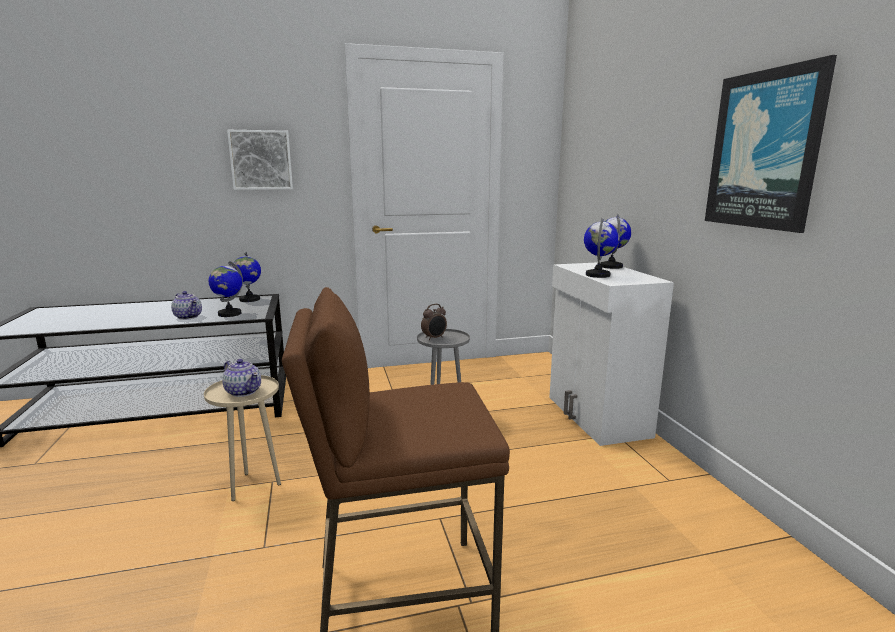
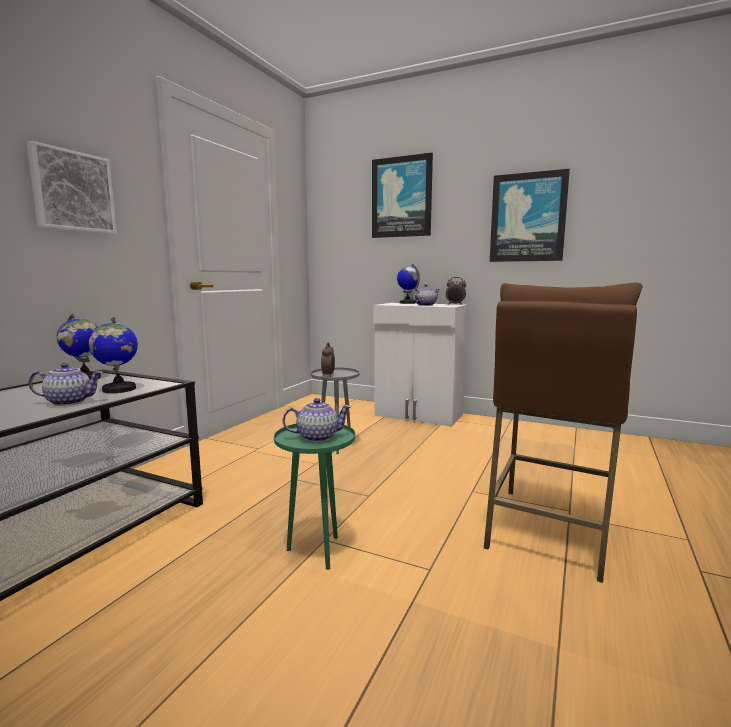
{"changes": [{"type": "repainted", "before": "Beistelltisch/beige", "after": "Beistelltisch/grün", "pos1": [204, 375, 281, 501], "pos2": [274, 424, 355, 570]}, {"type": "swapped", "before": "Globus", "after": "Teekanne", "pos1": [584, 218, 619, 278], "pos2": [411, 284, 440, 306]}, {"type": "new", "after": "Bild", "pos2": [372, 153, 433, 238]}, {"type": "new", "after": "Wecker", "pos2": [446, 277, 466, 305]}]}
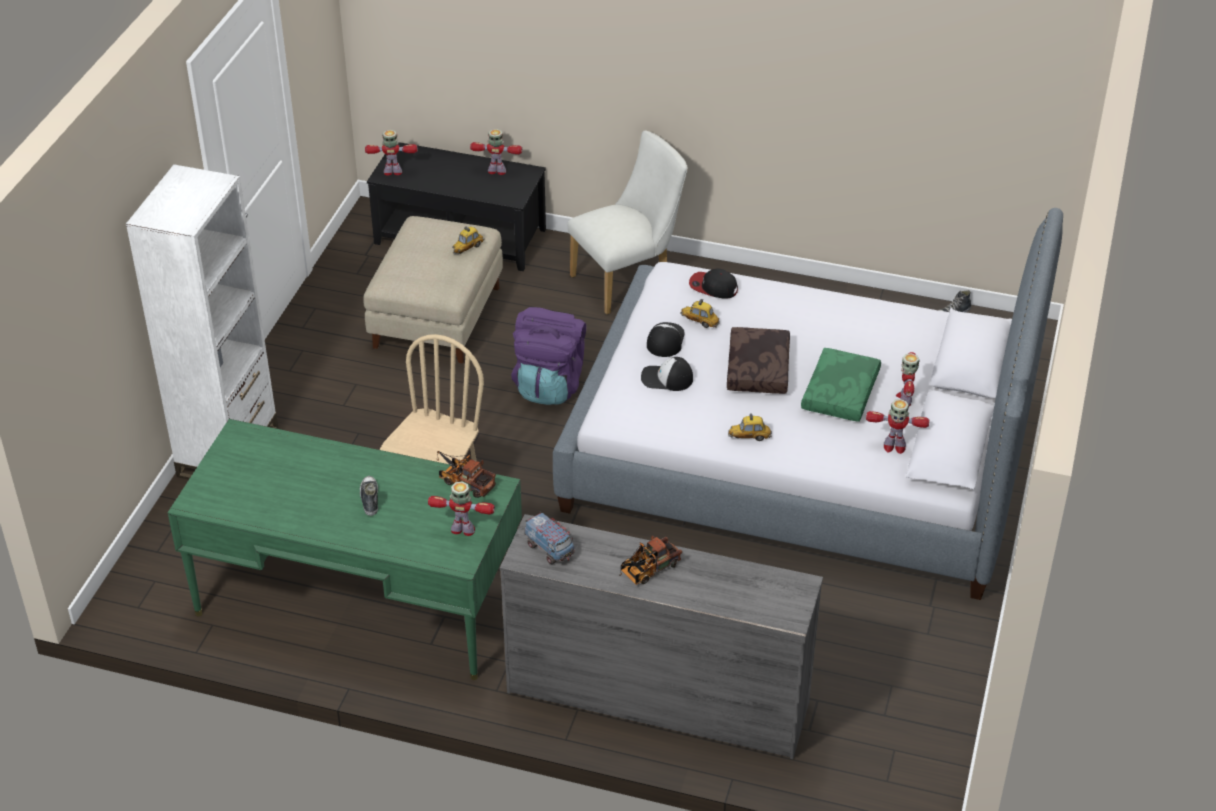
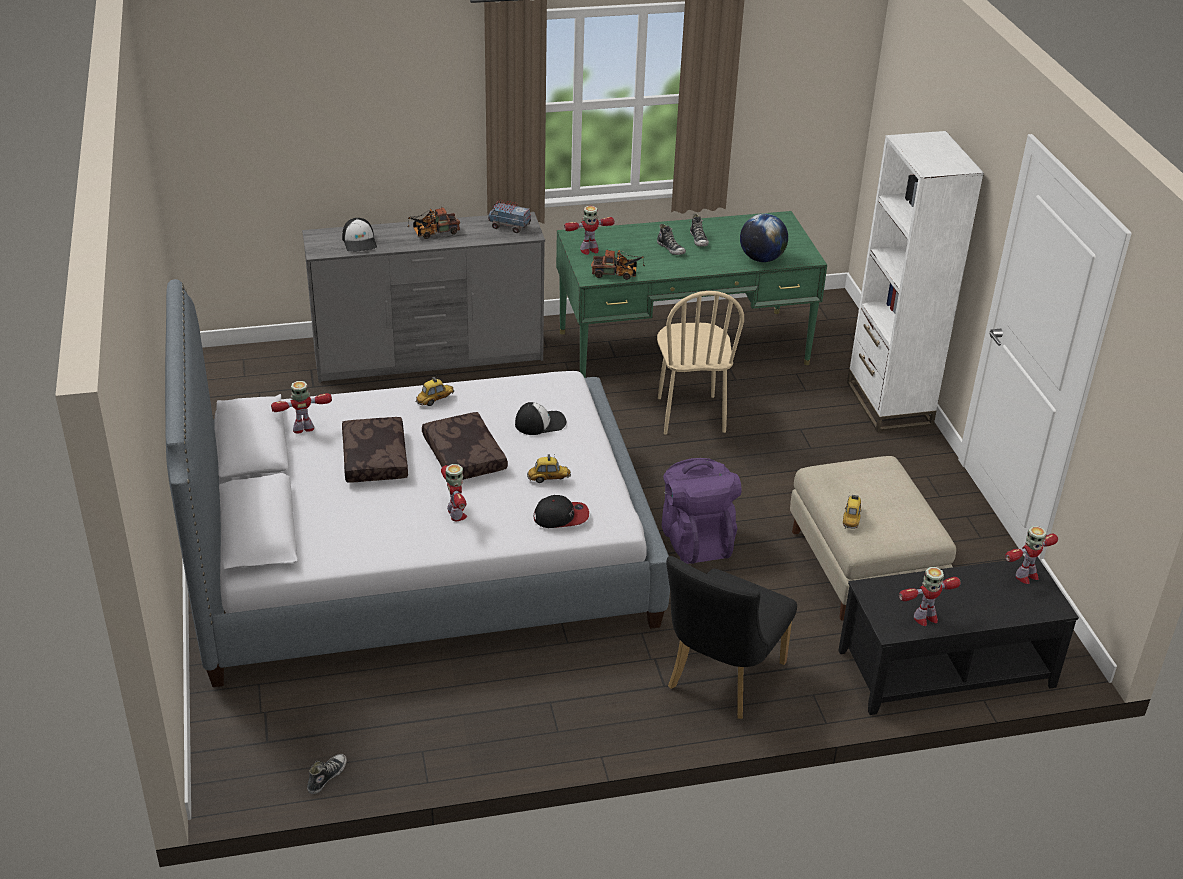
{"changes": [{"type": "repainted", "before": "Stuhl/weiß", "after": "Stuhl/schwarz", "pos1": [568, 131, 688, 314], "pos2": [666, 556, 797, 719]}, {"type": "rotated", "before": "Spielzeuglaster", "pos1": [620, 535, 682, 585], "pos2": [407, 207, 460, 239], "turn": -135}, {"type": "shifted", "before": "Kappe", "pos1": [647, 322, 685, 357], "pos2": [342, 218, 377, 252]}, {"type": "repainted", "before": "Kissen/grün", "after": "Kissen/braun", "pos1": [801, 348, 881, 422], "pos2": [342, 417, 408, 482]}, {"type": "shifted", "before": "Spielzeugroboter", "pos1": [896, 352, 920, 406], "pos2": [441, 464, 467, 521]}, {"type": "new", "after": "Schuh", "pos2": [690, 214, 709, 247]}, {"type": "new", "after": "Globus", "pos2": [740, 214, 788, 262]}]}
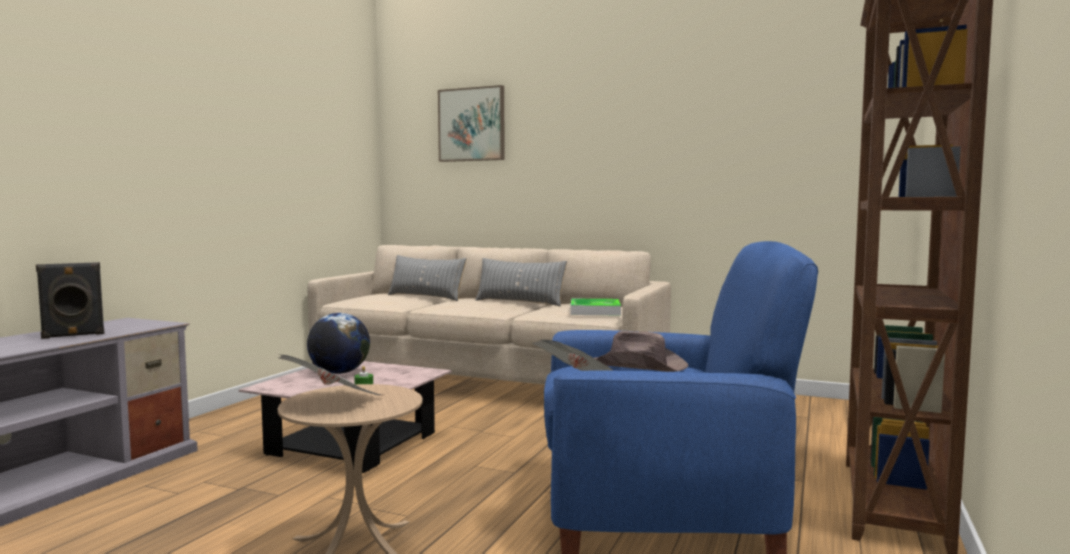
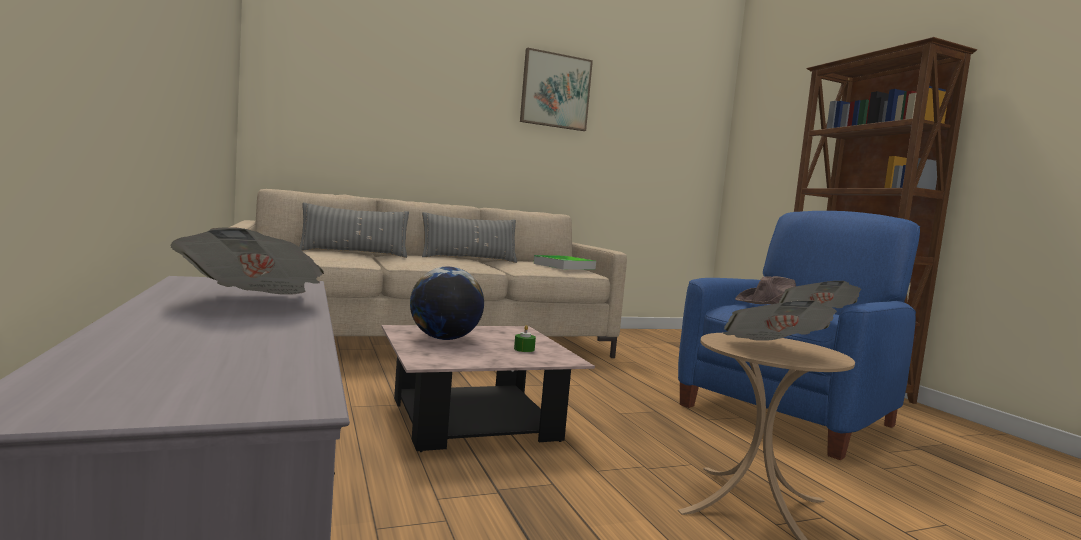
{"changes": [{"type": "swapped", "before": "Lautsprecher/schwarz", "after": "Zeitung", "pos1": [36, 262, 104, 339], "pos2": [170, 227, 324, 295]}, {"type": "shifted", "before": "Bild", "pos1": [438, 85, 505, 162], "pos2": [520, 48, 593, 131]}]}
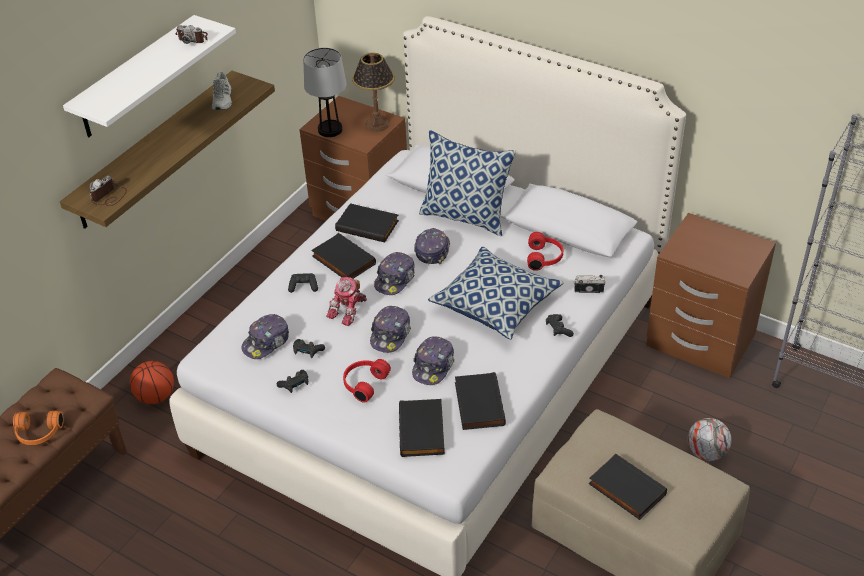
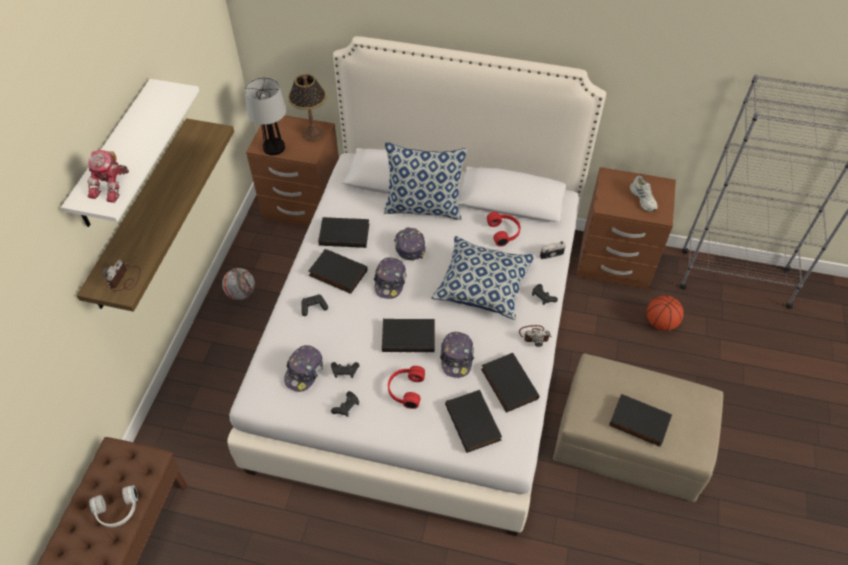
{"changes": [{"type": "repainted", "before": "Kopfhörer/orange", "after": "Kopfhörer/weiß", "pos1": [13, 411, 64, 445], "pos2": [89, 485, 138, 527]}, {"type": "shifted", "before": "Basketball", "pos1": [130, 361, 174, 404], "pos2": [647, 295, 684, 331]}, {"type": "shifted", "before": "Kamera", "pos1": [175, 25, 208, 44], "pos2": [519, 325, 552, 347]}, {"type": "shifted", "before": "Schuh/weiß", "pos1": [212, 72, 232, 110], "pos2": [630, 176, 658, 212]}, {"type": "shifted", "before": "Spielzeugroboter", "pos1": [326, 277, 367, 326], "pos2": [87, 150, 129, 203]}, {"type": "swapped", "before": "Kappe", "after": "Buch/schwarz", "pos1": [370, 306, 411, 353], "pos2": [382, 319, 435, 352]}, {"type": "shifted", "before": "Fußball", "pos1": [688, 418, 732, 461], "pos2": [222, 268, 255, 300]}]}
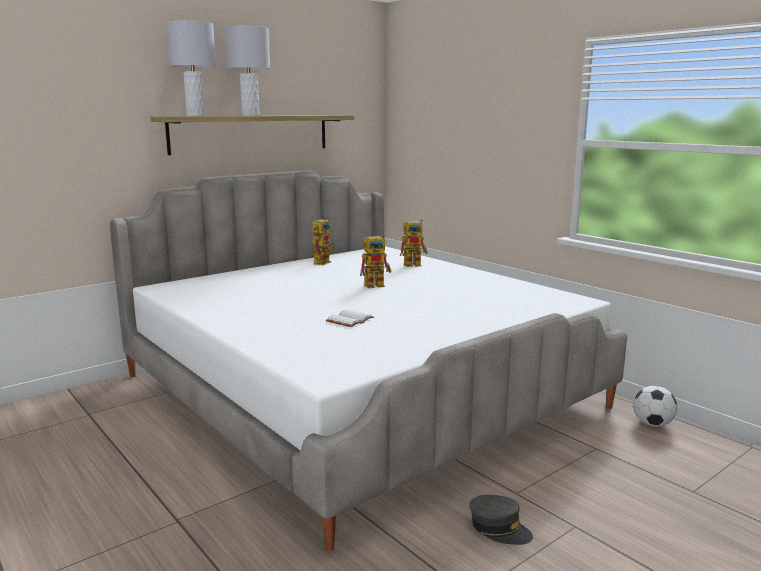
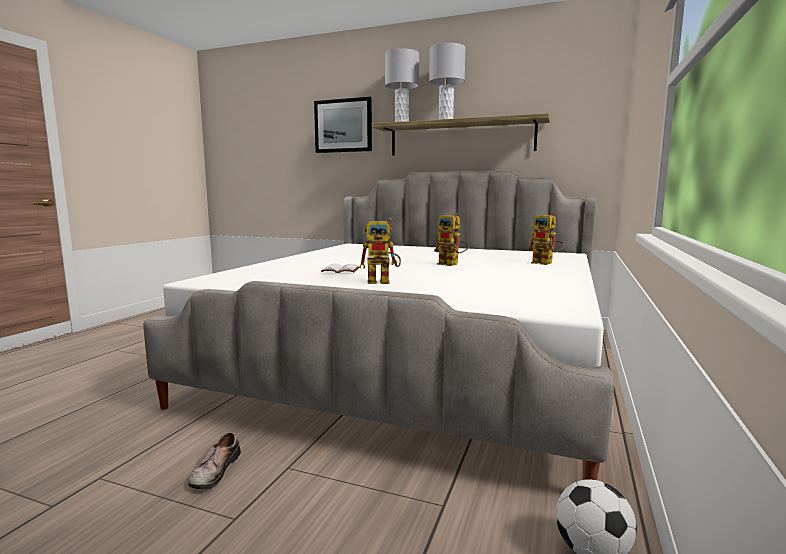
{"changes": [{"type": "shifted", "before": "Spielzeugroboter", "pos1": [313, 217, 335, 265], "pos2": [359, 218, 401, 284]}, {"type": "swapped", "before": "Kappe/grau", "after": "Schuh", "pos1": [469, 495, 533, 545], "pos2": [188, 432, 241, 490]}, {"type": "new", "after": "Bild", "pos2": [314, 97, 372, 153]}]}
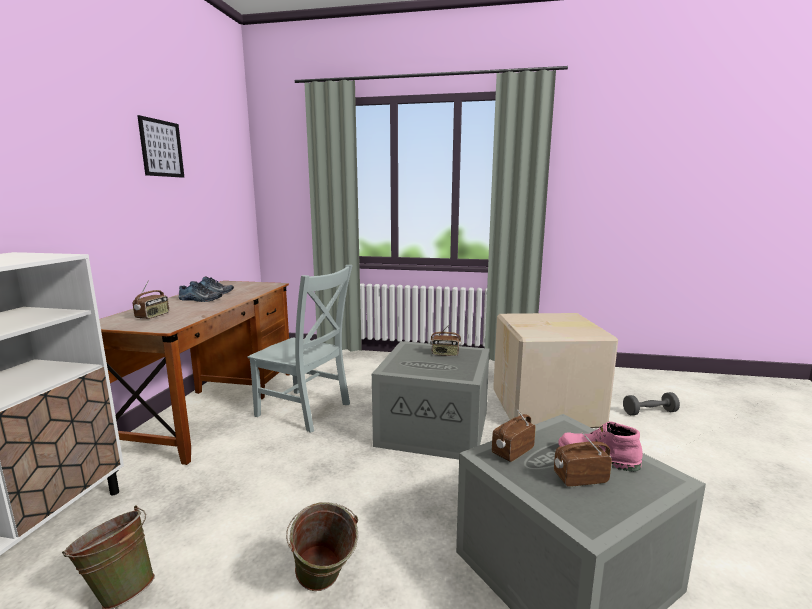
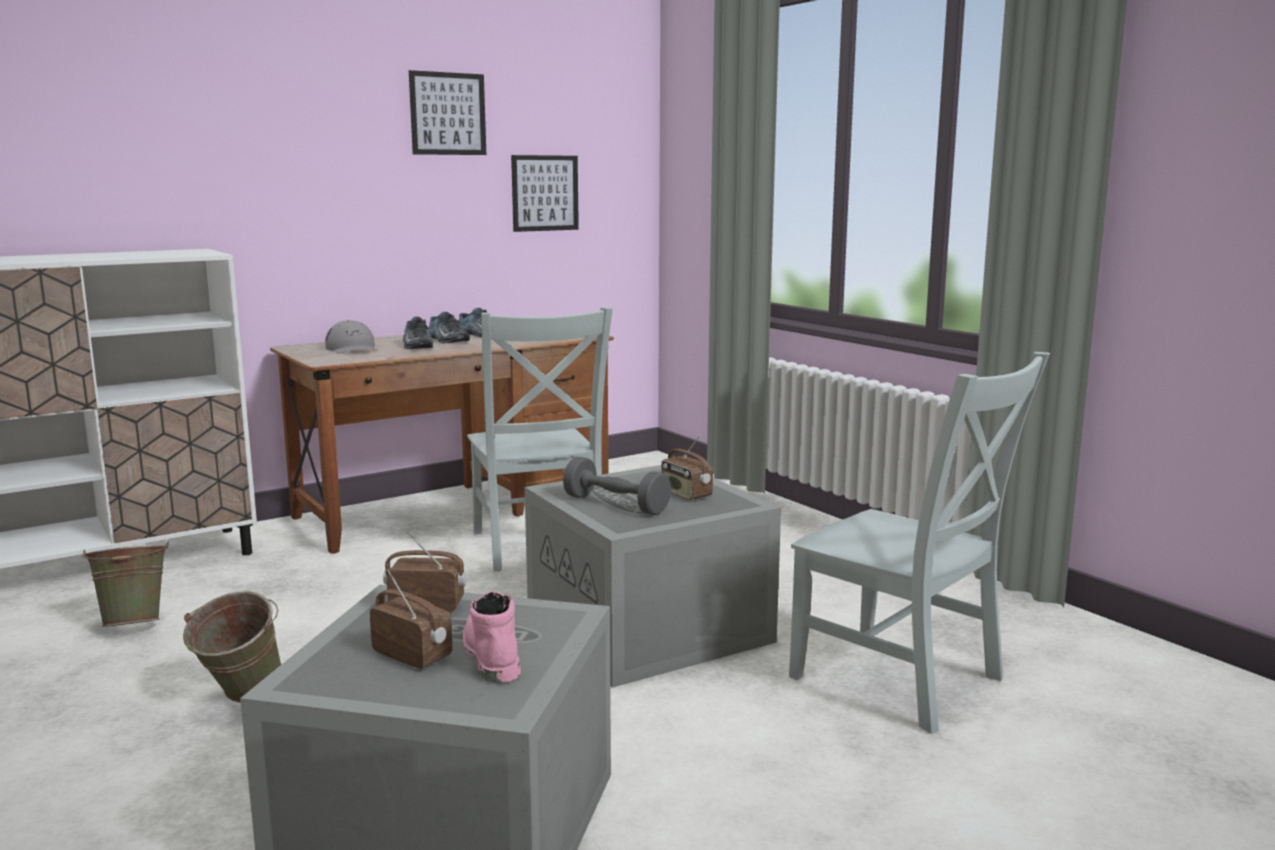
{"changes": [{"type": "swapped", "before": "Radio", "after": "Kappe/grau", "pos1": [133, 280, 169, 319], "pos2": [325, 320, 377, 354]}, {"type": "swapped", "before": "Karton", "after": "Stuhl/grau", "pos1": [493, 313, 618, 428], "pos2": [789, 352, 1050, 734]}, {"type": "shifted", "before": "Hantel/grau", "pos1": [623, 392, 680, 415], "pos2": [563, 457, 671, 515]}, {"type": "new", "after": "Schuh", "pos2": [403, 316, 433, 349]}, {"type": "new", "after": "Bild", "pos2": [511, 155, 579, 232]}]}
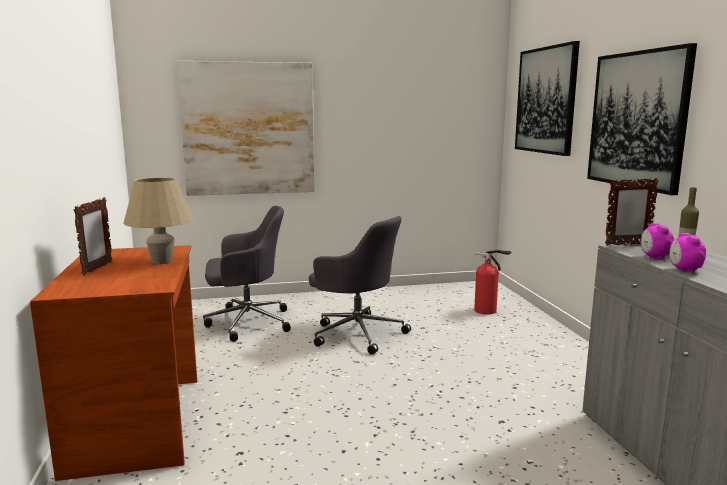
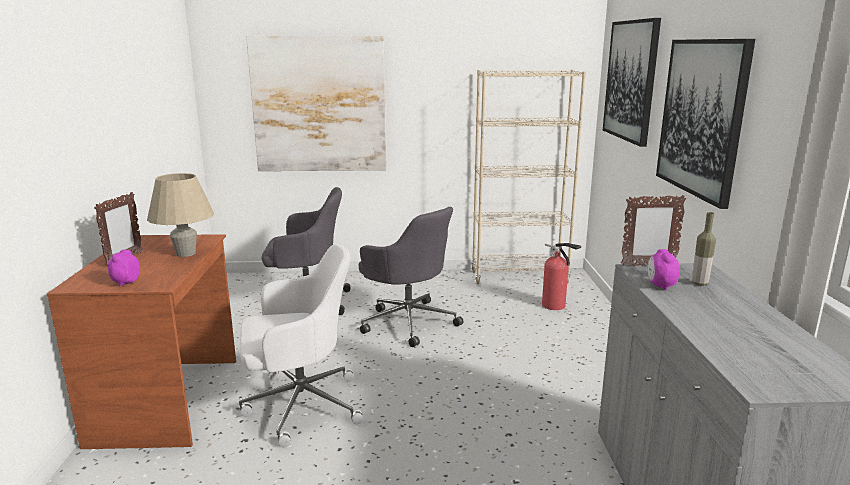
{"changes": [{"type": "shifted", "before": "Wecker", "pos1": [669, 233, 706, 273], "pos2": [108, 250, 140, 286]}, {"type": "new", "after": "Bürostuhl/weiß", "pos2": [239, 244, 363, 447]}, {"type": "new", "after": "Bücherregal/beige", "pos2": [471, 70, 586, 285]}]}
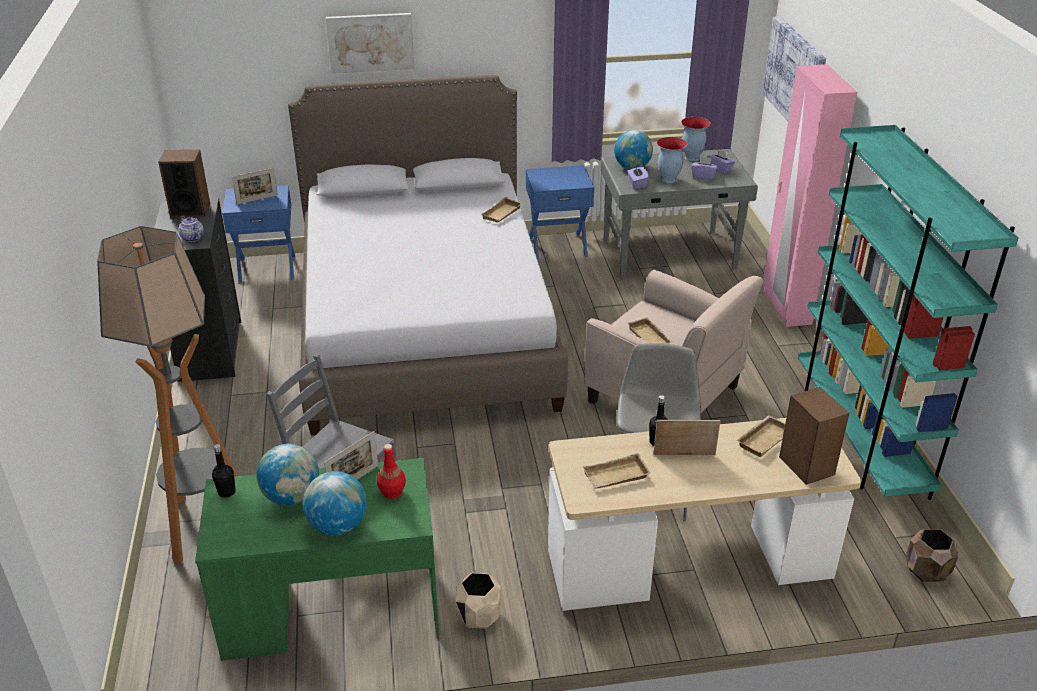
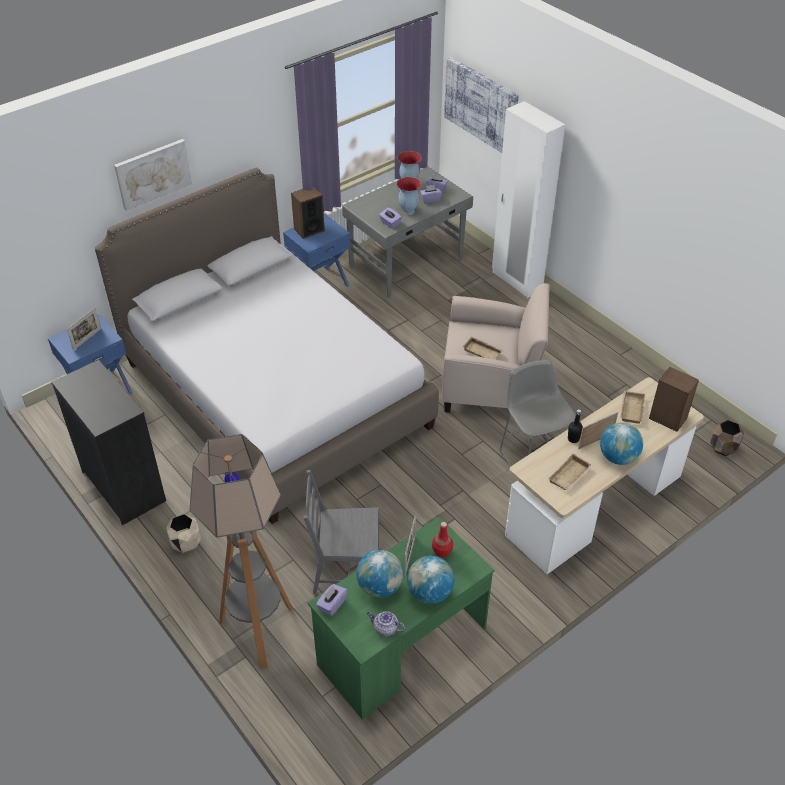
{"changes": [{"type": "shifted", "before": "Lautsprecher", "pos1": [158, 150, 210, 217], "pos2": [291, 186, 325, 239]}, {"type": "shifted", "before": "Teekanne", "pos1": [178, 216, 204, 242], "pos2": [367, 611, 405, 637]}, {"type": "swapped", "before": "Flasche/schwarz", "after": "Taschentuchbox/lila", "pos1": [212, 444, 235, 498], "pos2": [316, 584, 348, 616]}, {"type": "shifted", "before": "Pflanzkübel/beige", "pos1": [456, 573, 501, 629], "pos2": [166, 514, 201, 553]}, {"type": "gone", "before": "Tablett/beige", "pos1": [482, 197, 522, 223]}, {"type": "shifted", "before": "Globus", "pos1": [614, 130, 653, 169], "pos2": [600, 423, 643, 465]}, {"type": "repainted", "before": "Kleiderschrank/rosa", "after": "Kleiderschrank/weiß", "pos1": [763, 64, 857, 327], "pos2": [492, 101, 565, 298]}, {"type": "gone", "before": "Bücherregal/türkis", "pos1": [798, 125, 1019, 500]}]}
